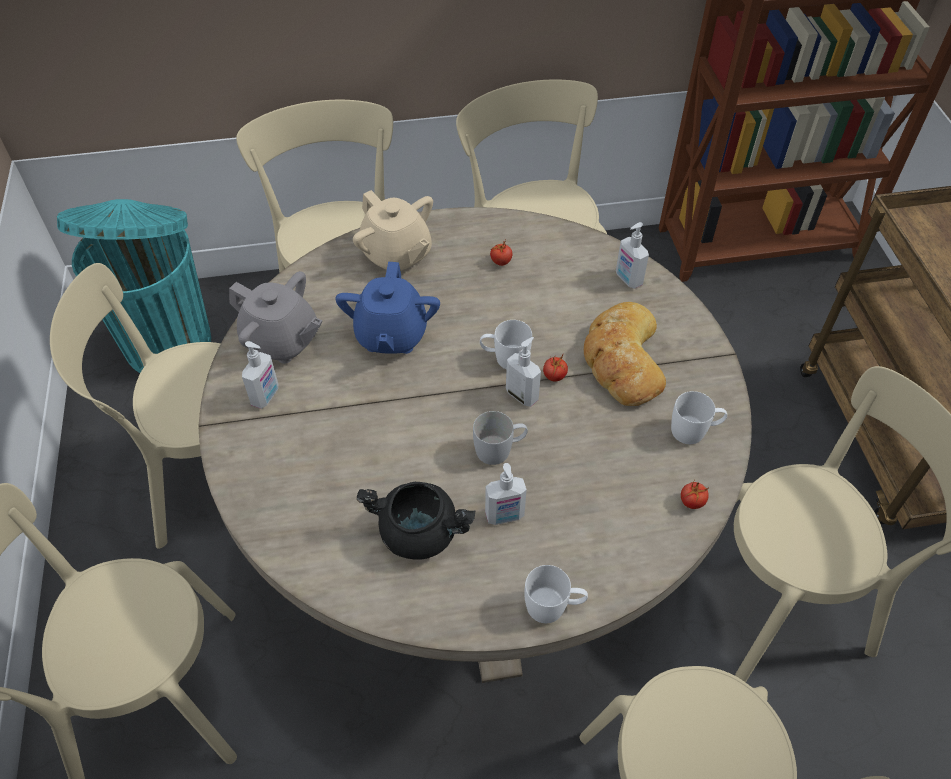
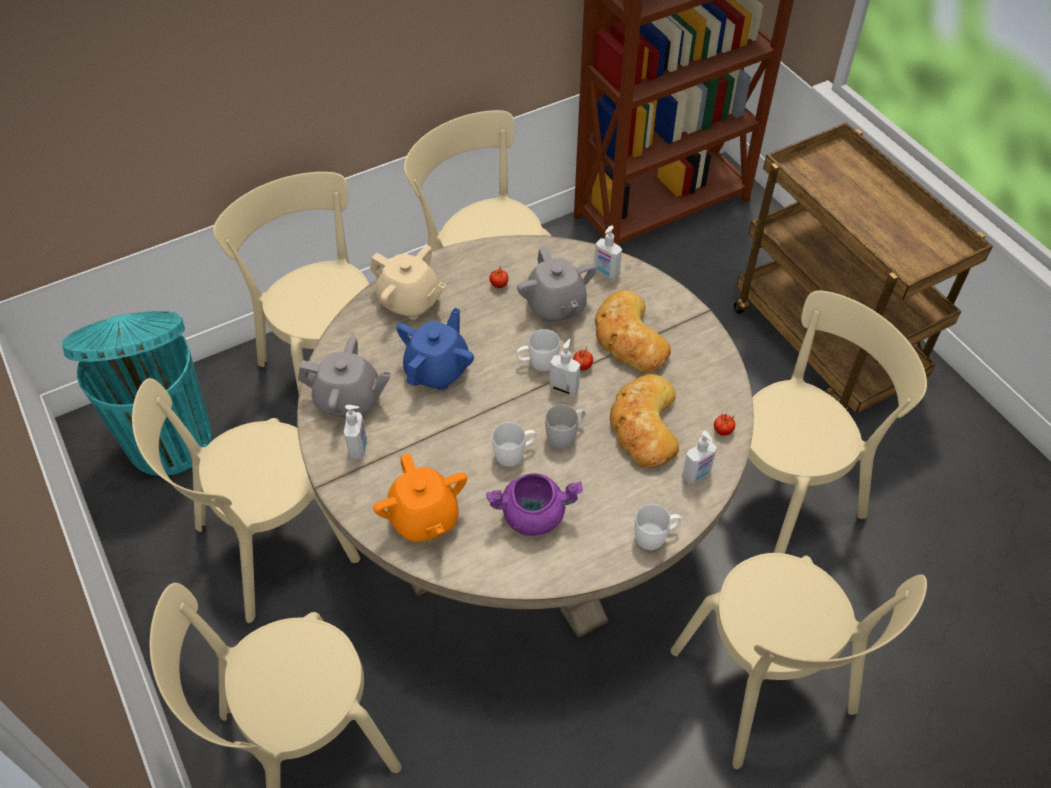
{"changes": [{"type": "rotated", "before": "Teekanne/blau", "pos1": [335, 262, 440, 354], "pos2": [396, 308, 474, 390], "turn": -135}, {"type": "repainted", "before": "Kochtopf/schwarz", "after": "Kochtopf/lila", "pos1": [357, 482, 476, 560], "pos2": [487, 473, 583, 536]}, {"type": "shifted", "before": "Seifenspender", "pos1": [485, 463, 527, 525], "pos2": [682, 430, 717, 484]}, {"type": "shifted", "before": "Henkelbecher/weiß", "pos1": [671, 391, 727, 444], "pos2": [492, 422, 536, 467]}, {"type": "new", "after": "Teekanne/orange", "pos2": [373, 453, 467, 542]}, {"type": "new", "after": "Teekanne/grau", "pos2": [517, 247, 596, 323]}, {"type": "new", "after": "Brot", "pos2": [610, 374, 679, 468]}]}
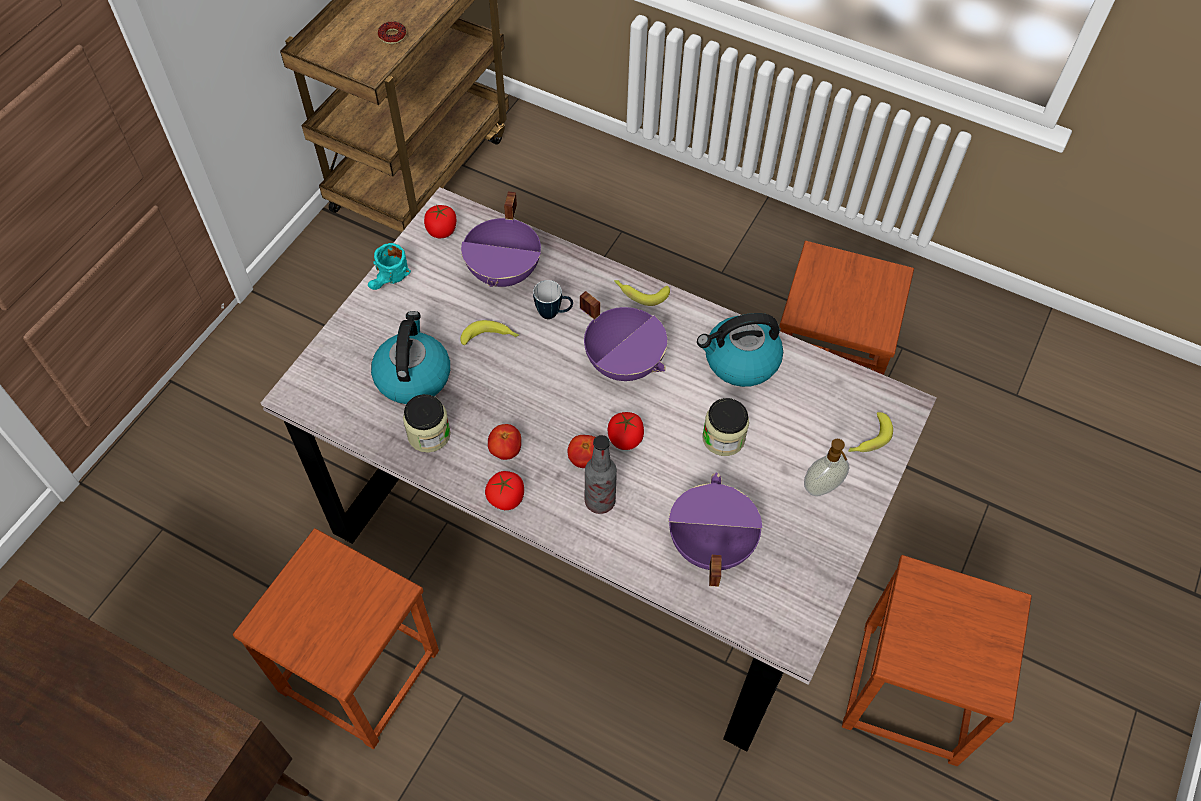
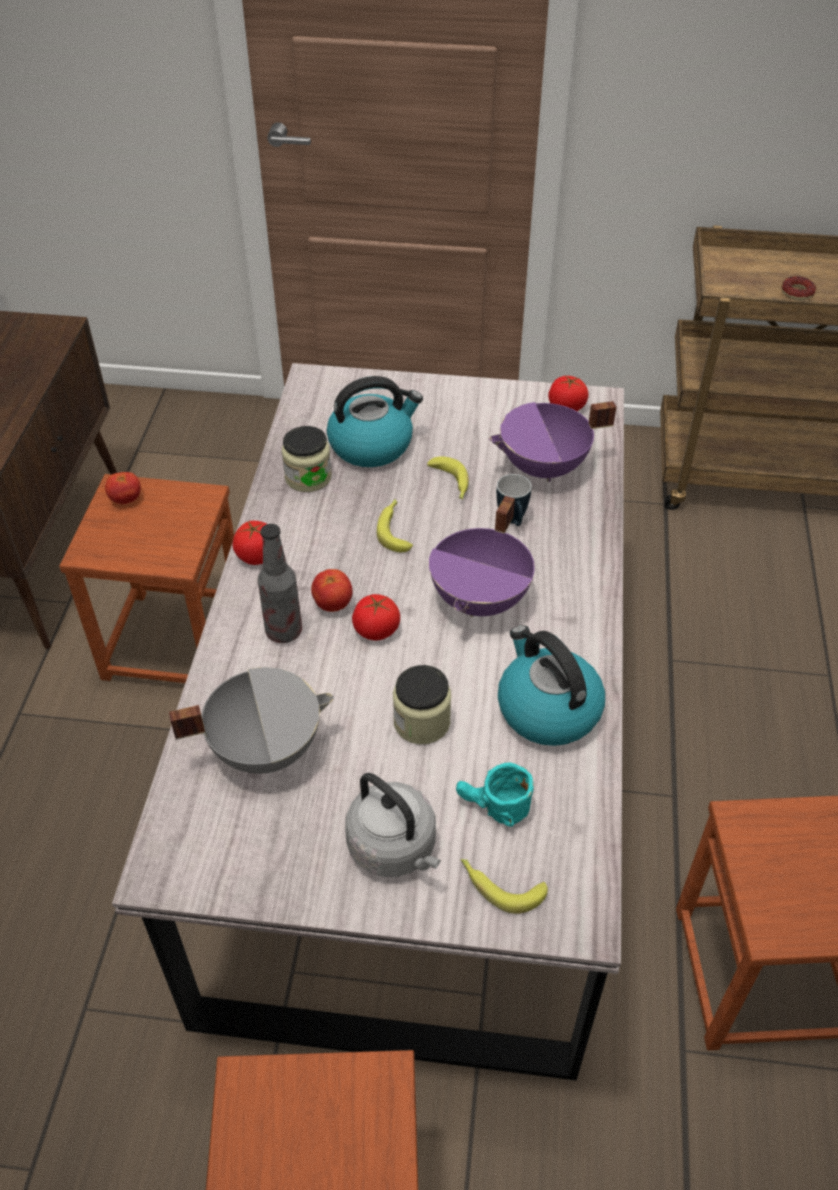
{"changes": [{"type": "shifted", "before": "Henkelbecher/türkis", "pos1": [368, 243, 411, 290], "pos2": [456, 763, 534, 827]}, {"type": "shifted", "before": "Tomate", "pos1": [488, 424, 521, 460], "pos2": [105, 472, 141, 504]}, {"type": "shifted", "before": "Banane", "pos1": [614, 280, 670, 306], "pos2": [377, 499, 413, 552]}, {"type": "repainted", "before": "Kochtopf/lila", "after": "Kochtopf/grau", "pos1": [669, 473, 762, 587], "pos2": [169, 667, 334, 774]}, {"type": "swapped", "before": "Seifenspender", "after": "Wasserkessel/grau", "pos1": [804, 439, 849, 496], "pos2": [345, 773, 441, 877]}]}
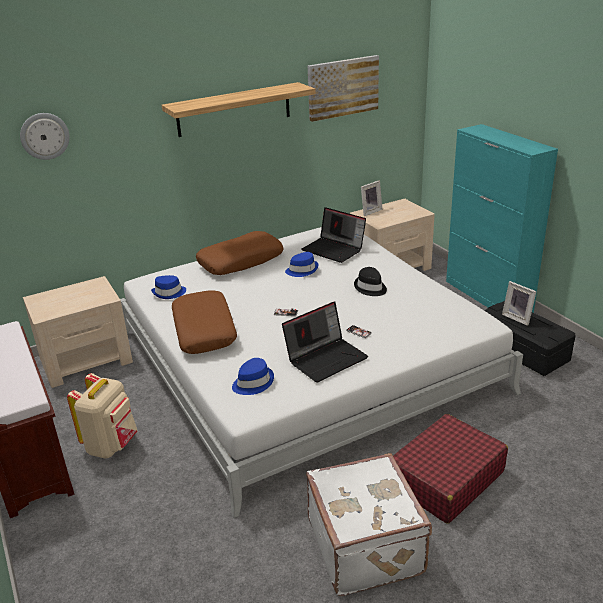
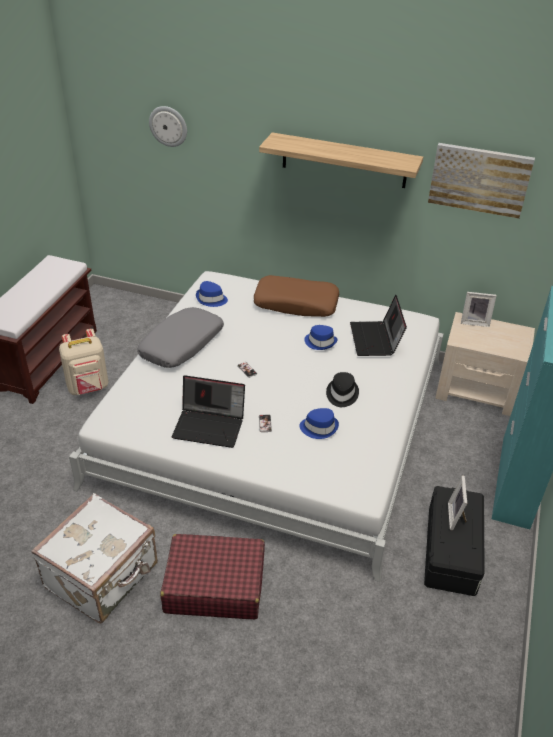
{"changes": [{"type": "gone", "before": "Nachttisch/beige", "pos1": [23, 276, 133, 388]}, {"type": "repainted", "before": "Kissen/braun", "after": "Kissen/grau", "pos1": [172, 290, 237, 354], "pos2": [137, 307, 224, 368]}, {"type": "shifted", "before": "Hut/blau", "pos1": [232, 358, 274, 395], "pos2": [299, 408, 339, 439]}]}
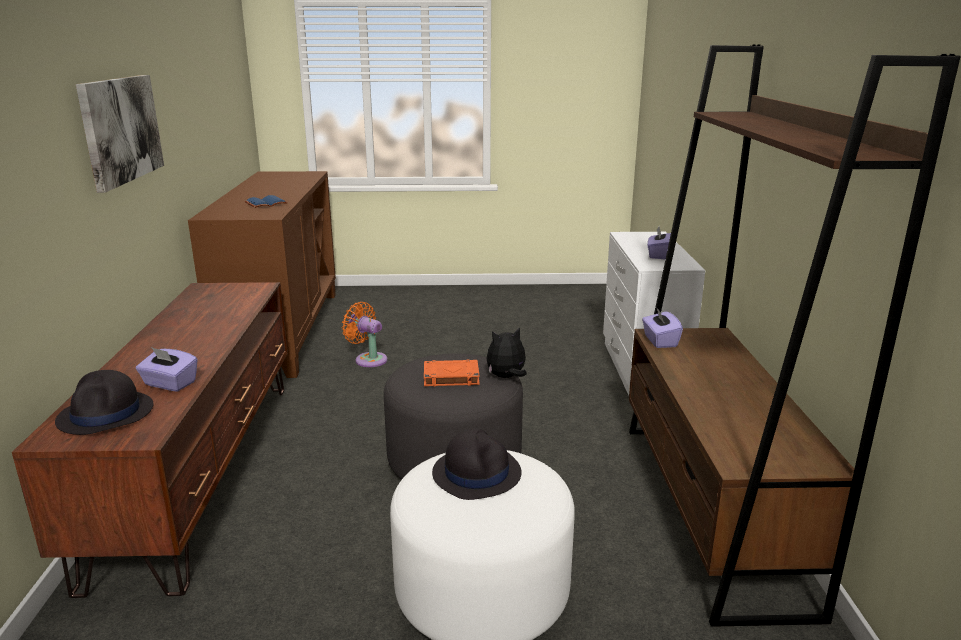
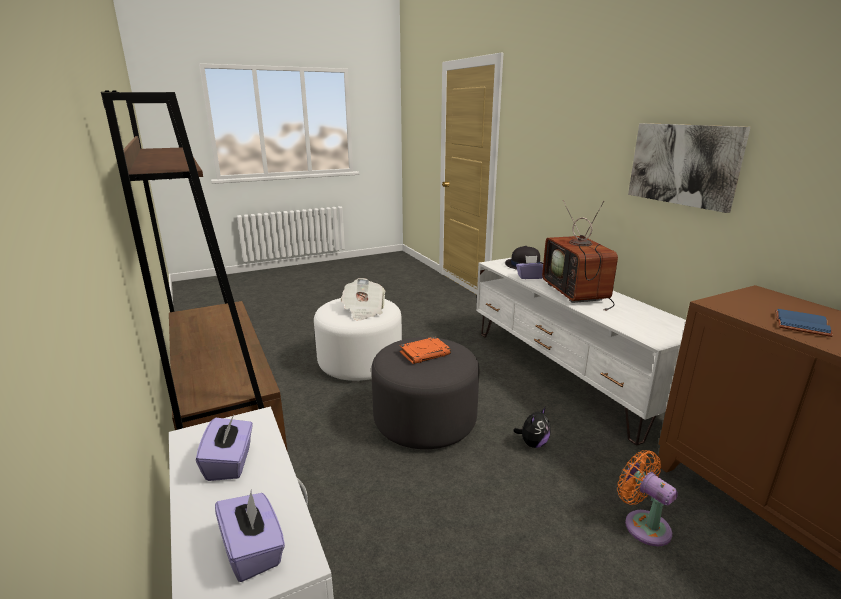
{"changes": [{"type": "repainted", "before": "Fernsehschrank/braun", "after": "Fernsehschrank/weiß", "pos1": [12, 282, 288, 598], "pos2": [476, 257, 686, 445]}, {"type": "rotated", "before": "Ventilator/orange", "pos1": [342, 302, 387, 367], "pos2": [617, 450, 678, 546], "turn": -135}, {"type": "swapped", "before": "Hut/schwarz", "after": "Zeitung", "pos1": [432, 428, 522, 500], "pos2": [341, 278, 385, 321]}, {"type": "shifted", "before": "Plüschtier", "pos1": [487, 327, 527, 378], "pos2": [513, 407, 550, 448]}, {"type": "shifted", "before": "Taschentuchbox/lila", "pos1": [642, 308, 683, 348], "pos2": [215, 489, 285, 582]}, {"type": "new", "after": "Fernseher", "pos2": [542, 200, 618, 311]}]}
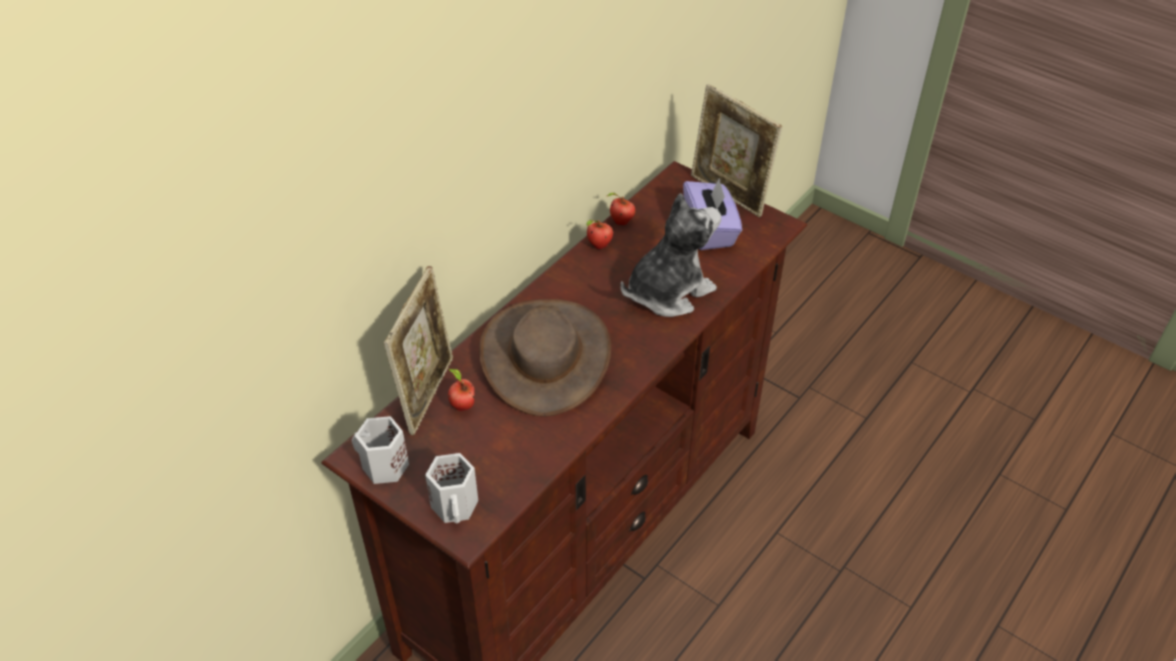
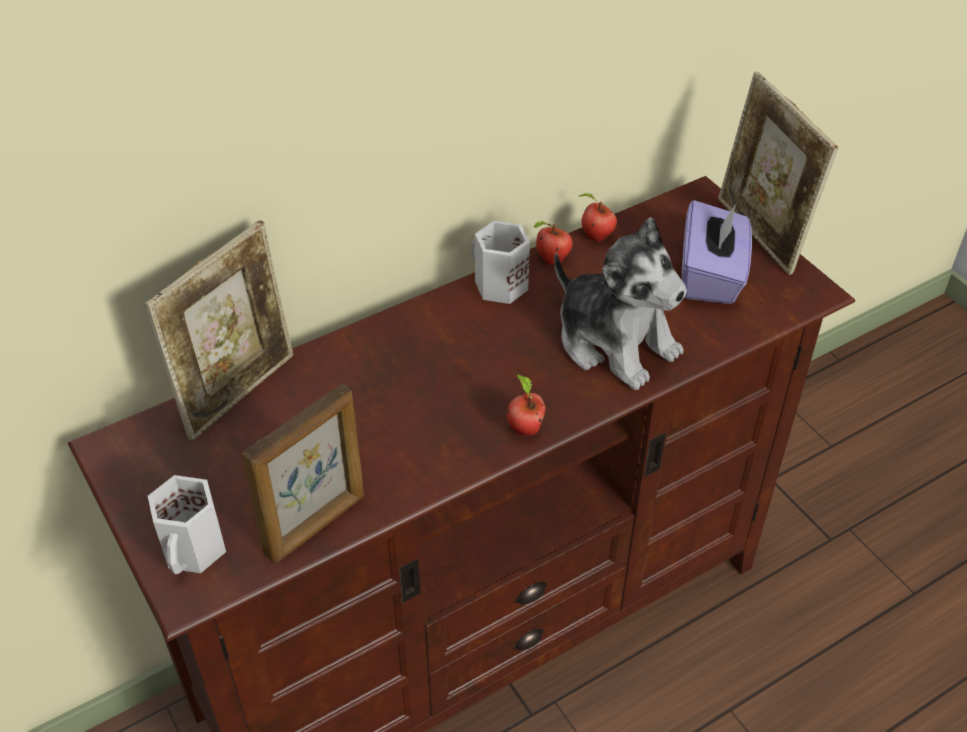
{"changes": [{"type": "shifted", "before": "Henkelbecher/weiß", "pos1": [352, 416, 409, 484], "pos2": [471, 221, 530, 304]}, {"type": "shifted", "before": "Apfel", "pos1": [448, 369, 475, 411], "pos2": [507, 374, 545, 436]}, {"type": "gone", "before": "Hut/braun", "pos1": [479, 299, 611, 417]}, {"type": "rotated", "before": "Plüschtier", "pos1": [620, 193, 721, 317], "pos2": [554, 217, 687, 390], "turn": 60}, {"type": "new", "after": "Bilderrahmen", "pos2": [242, 384, 364, 563]}]}
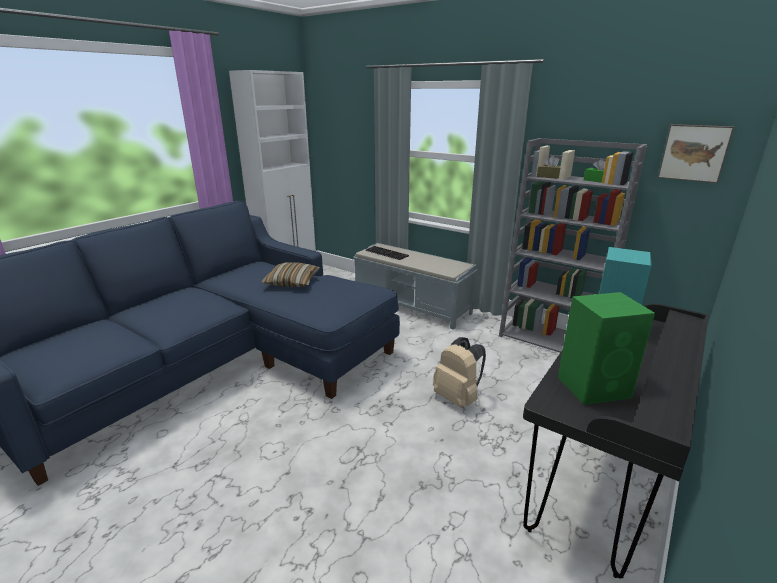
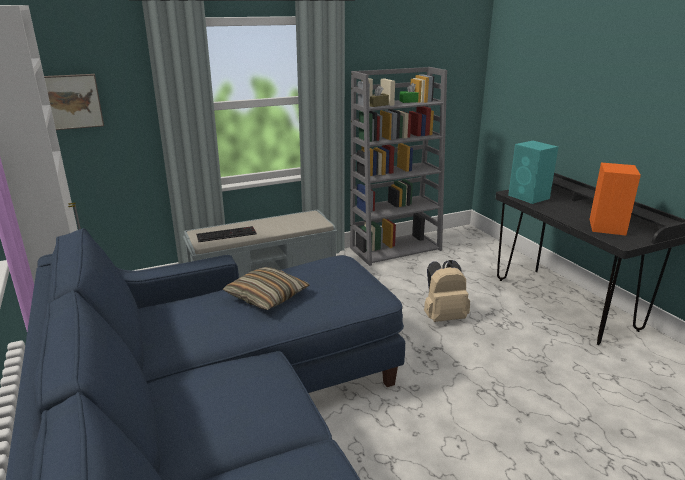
{"changes": [{"type": "repainted", "before": "Lautsprecher/grün", "after": "Lautsprecher/orange", "pos1": [558, 292, 655, 405], "pos2": [589, 163, 641, 236]}, {"type": "shifted", "before": "Bild", "pos1": [658, 124, 734, 183], "pos2": [44, 74, 104, 130]}]}
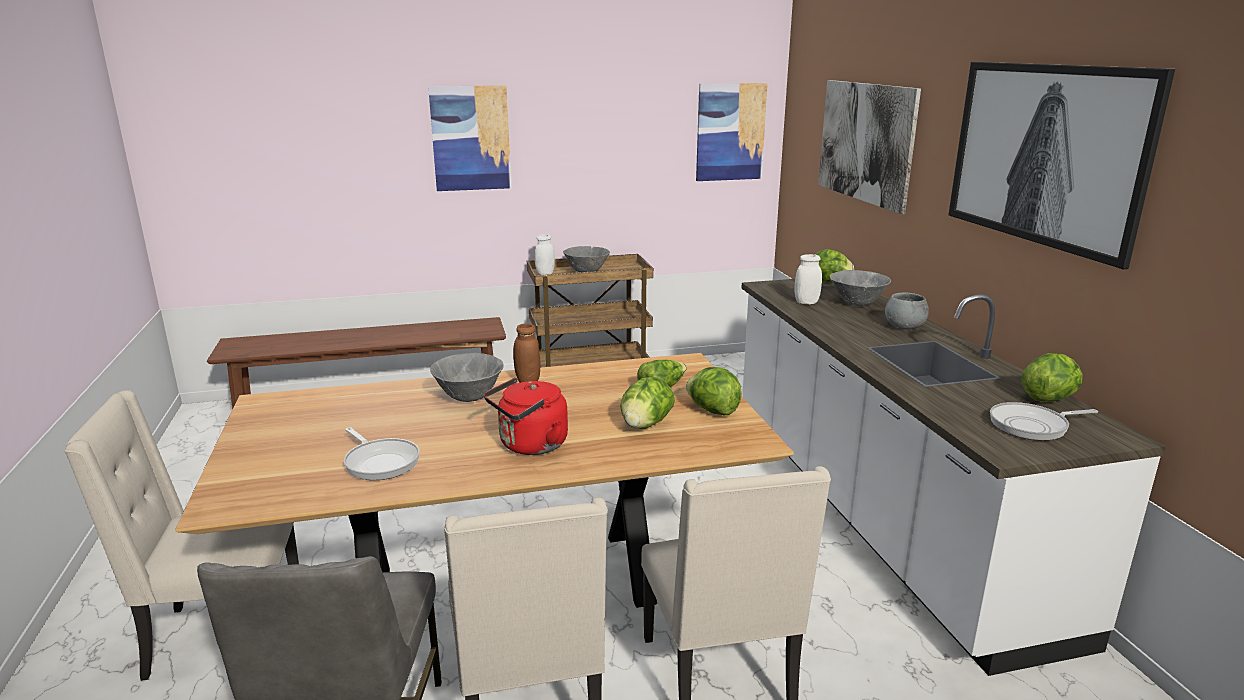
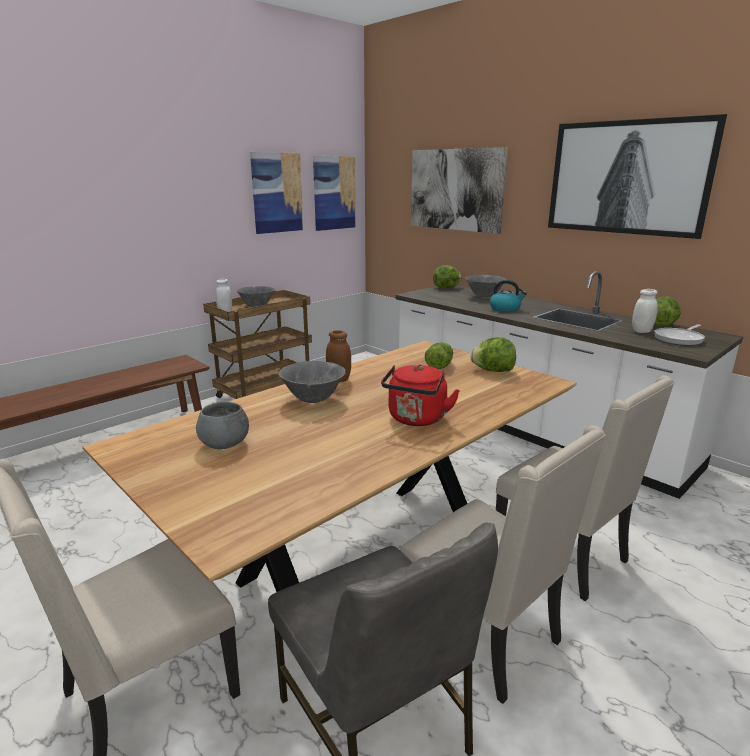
{"changes": [{"type": "gone", "before": "Pfanne", "pos1": [344, 427, 420, 480]}, {"type": "shifted", "before": "Bild", "pos1": [428, 85, 512, 191], "pos2": [250, 152, 304, 234]}, {"type": "gone", "before": "Salatkopf", "pos1": [621, 377, 675, 429]}, {"type": "shifted", "before": "Vorratsglas/weiß", "pos1": [794, 254, 822, 304], "pos2": [632, 289, 658, 333]}, {"type": "shifted", "before": "Schüssel/grau", "pos1": [885, 292, 929, 329], "pos2": [196, 401, 249, 449]}, {"type": "new", "after": "Wasserkessel", "pos2": [490, 280, 527, 312]}]}
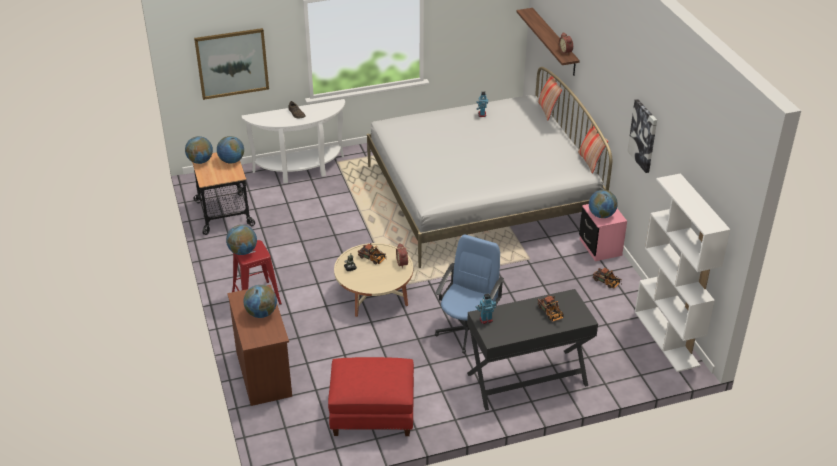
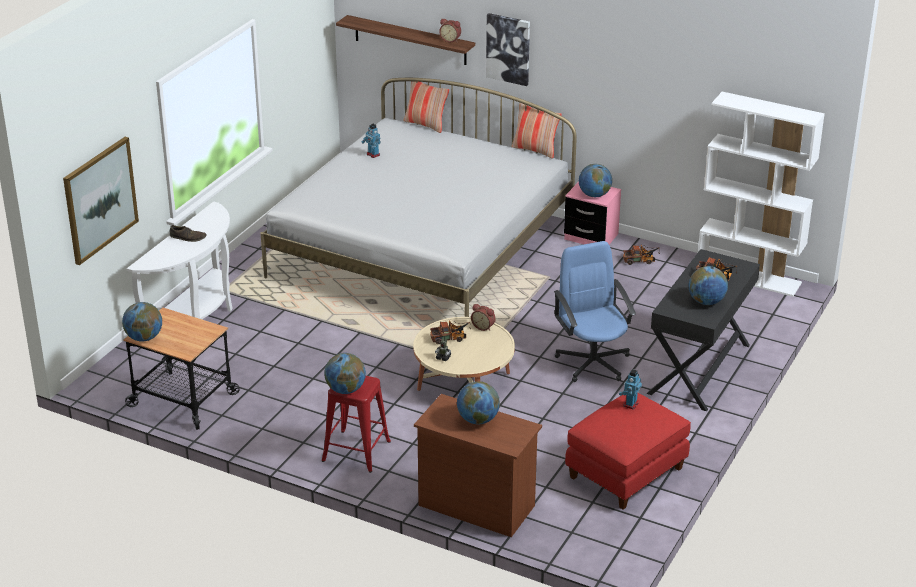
{"changes": [{"type": "shifted", "before": "Globus", "pos1": [217, 136, 244, 164], "pos2": [689, 266, 728, 305]}, {"type": "shifted", "before": "Spielzeugroboter", "pos1": [476, 293, 496, 324], "pos2": [619, 369, 642, 409]}, {"type": "shifted", "before": "Bild", "pos1": [627, 99, 657, 173], "pos2": [486, 13, 530, 86]}]}
